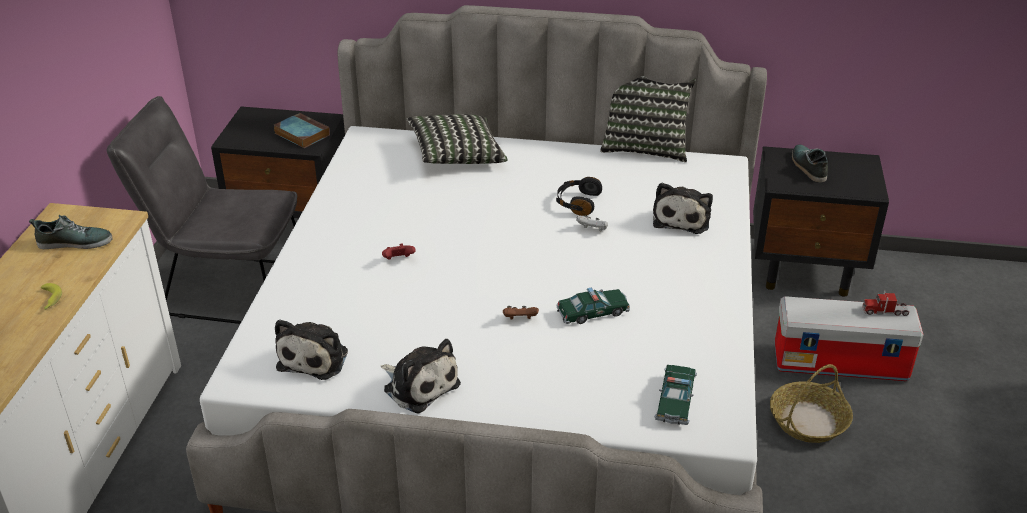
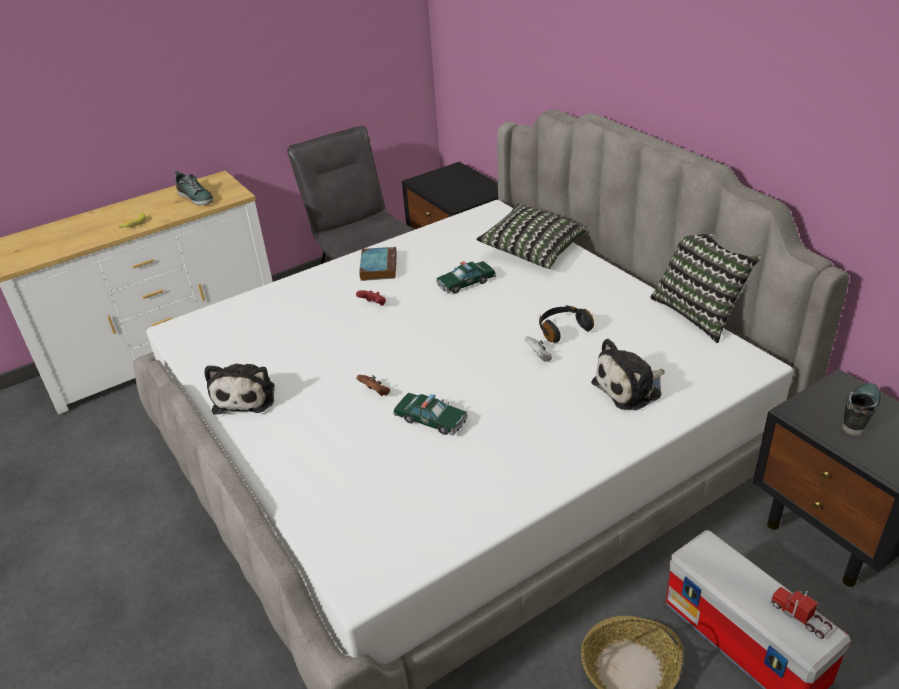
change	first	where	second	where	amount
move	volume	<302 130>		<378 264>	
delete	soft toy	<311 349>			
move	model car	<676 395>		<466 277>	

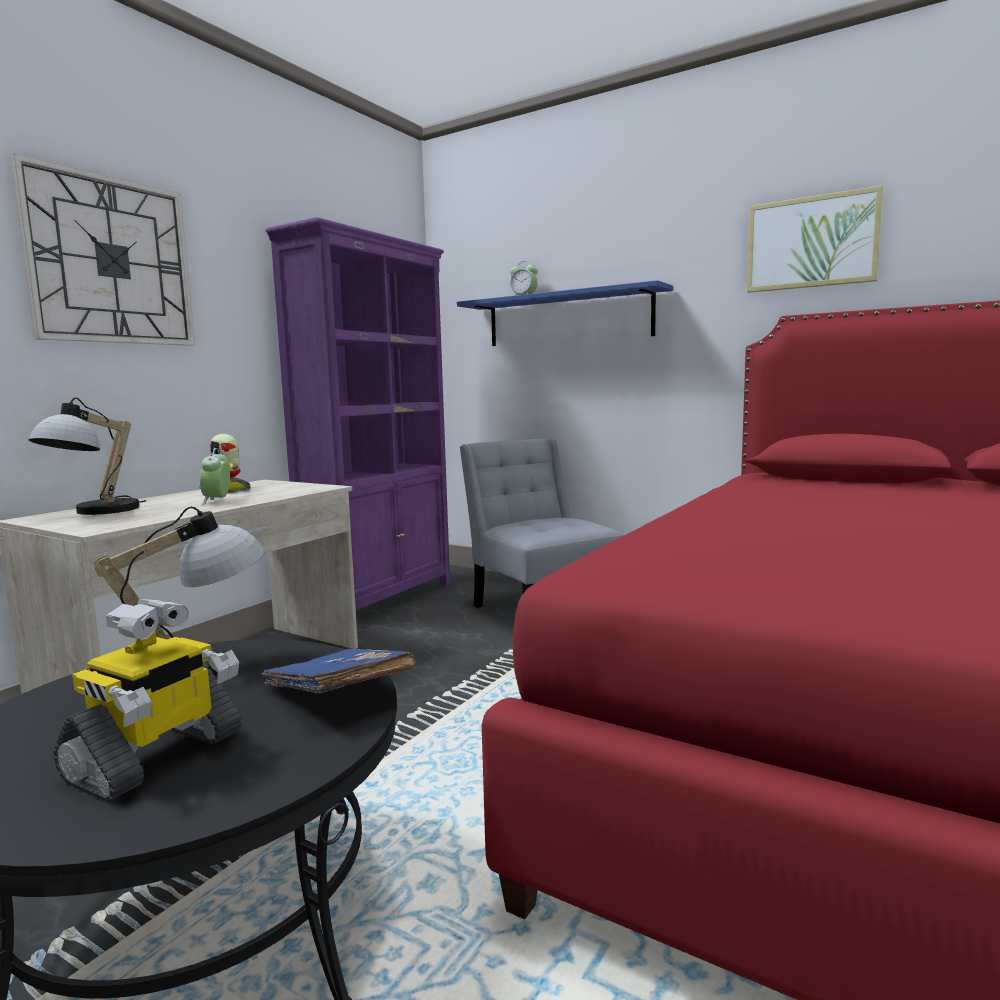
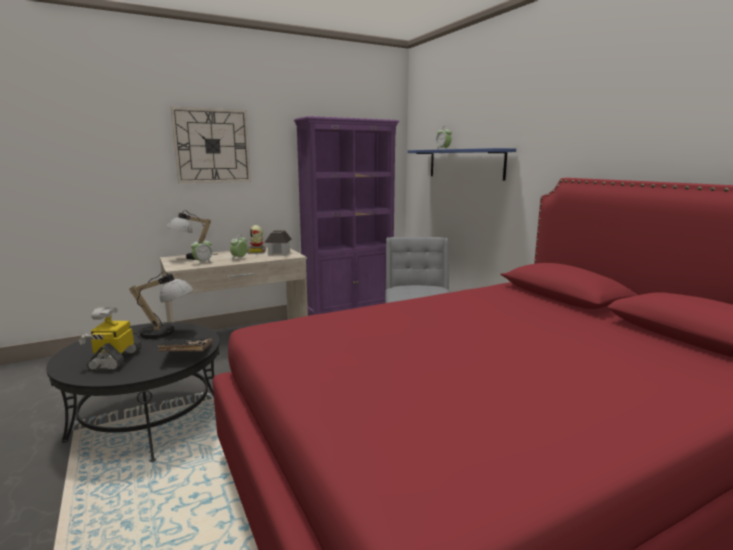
change	first	where	second	where	amount
rotate	model robot	<148 700>		<110 339>	120 degrees clockwise
recolor	volume (bluish)	<338 671>	volume (black-coloured)	<185 345>	
delete	picture	<815 239>			
insert			alarm clock	<201 251>	
insert			toy house	<277 243>	

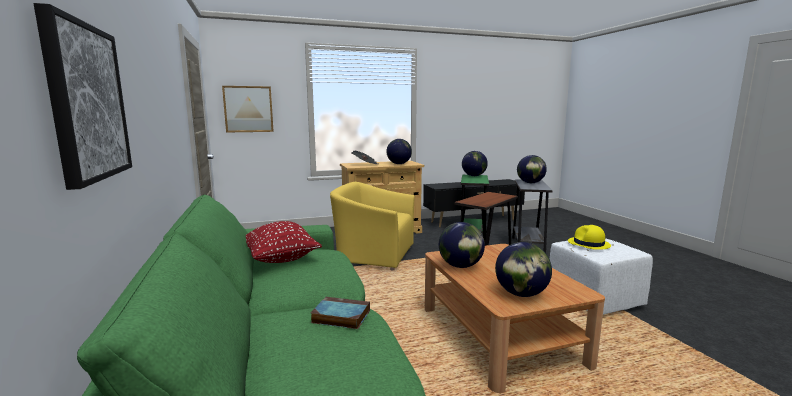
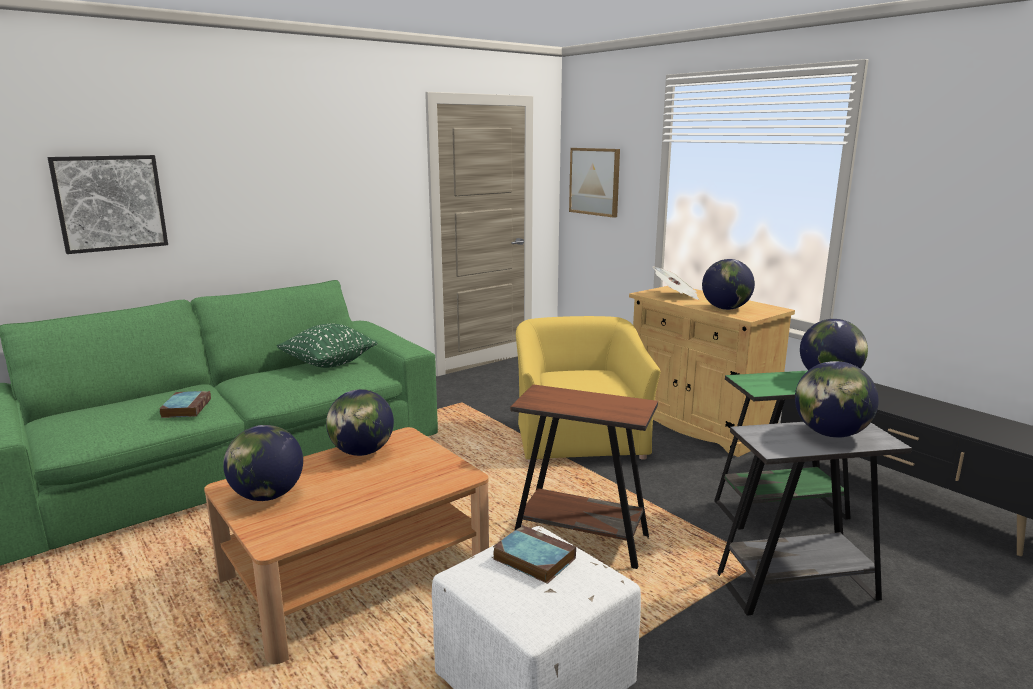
change	first	where	second	where	amount
recolor	throw pillow (red)	<284 242>	throw pillow (greenish)	<327 346>	
replace	clothing hat (yellowish)	<589 237>	volume	<534 554>	

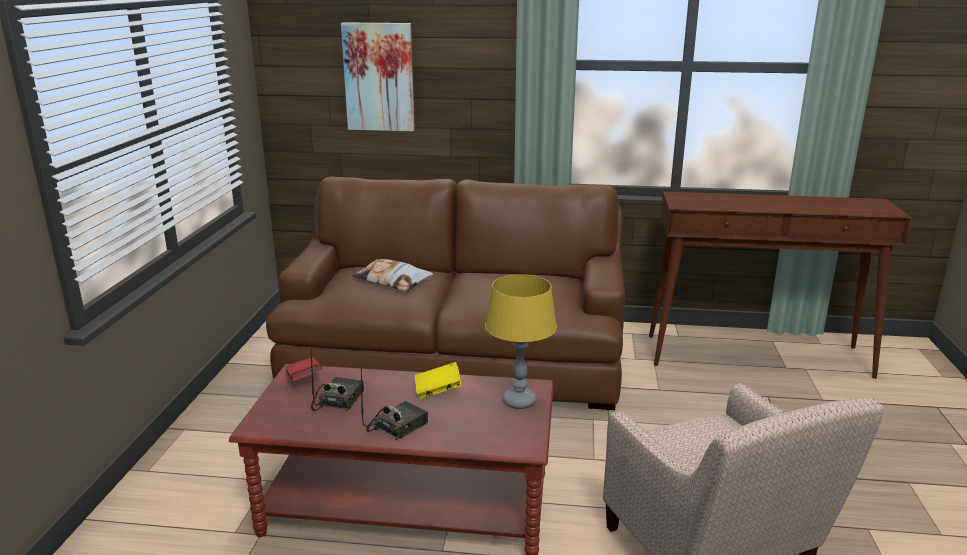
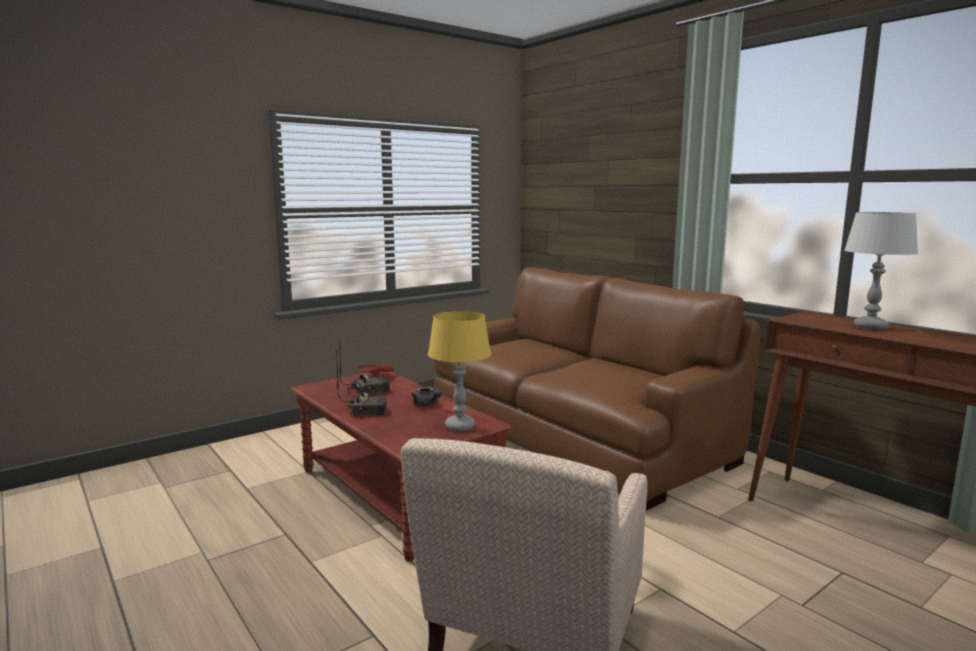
change	first	where	second	where	amount
delete	picture	<378 77>			
delete	throw pillow	<392 275>			
replace	volume (yellowish)	<438 380>	teapot (grey)	<426 396>	
insert			table lamp (grey)	<881 271>	

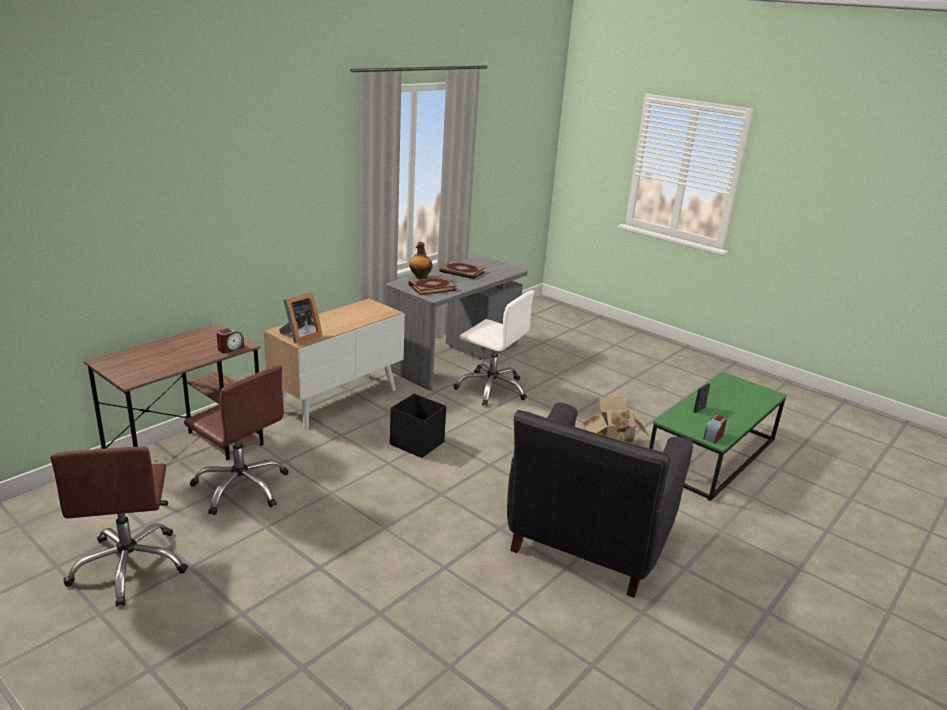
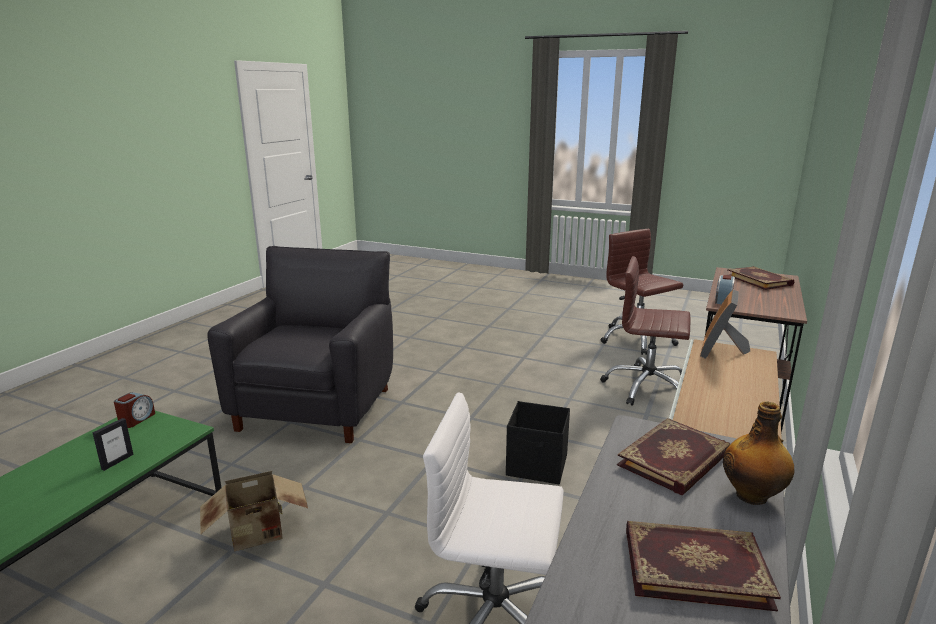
change	first	where	second	where	amount
insert			volume	<760 278>	

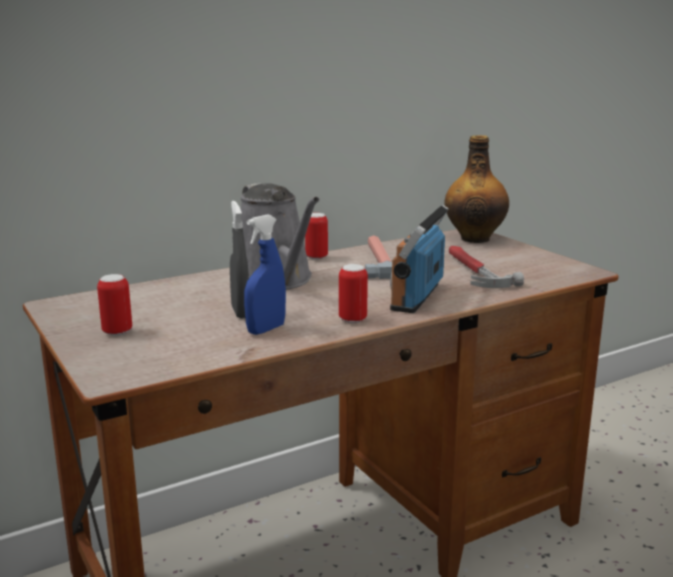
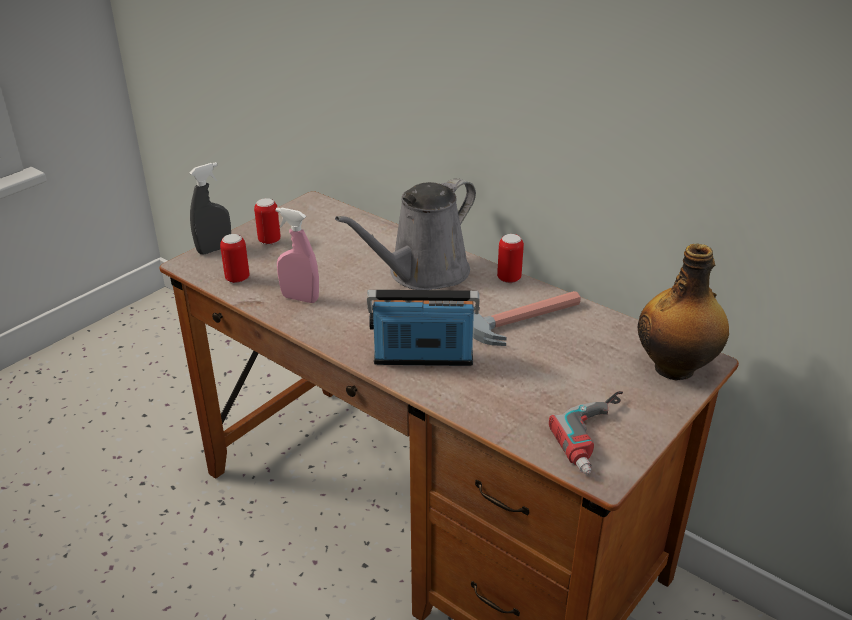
change	first	where	second	where	amount
move	hand sprayer (grey)	<239 260>		<210 208>	
recolor	hand sprayer (bluish)	<265 274>	hand sprayer (pinkish)	<297 255>	
move	metal can	<353 293>		<235 258>	
delete	hammer	<486 267>			
insert			electric drill	<586 433>	

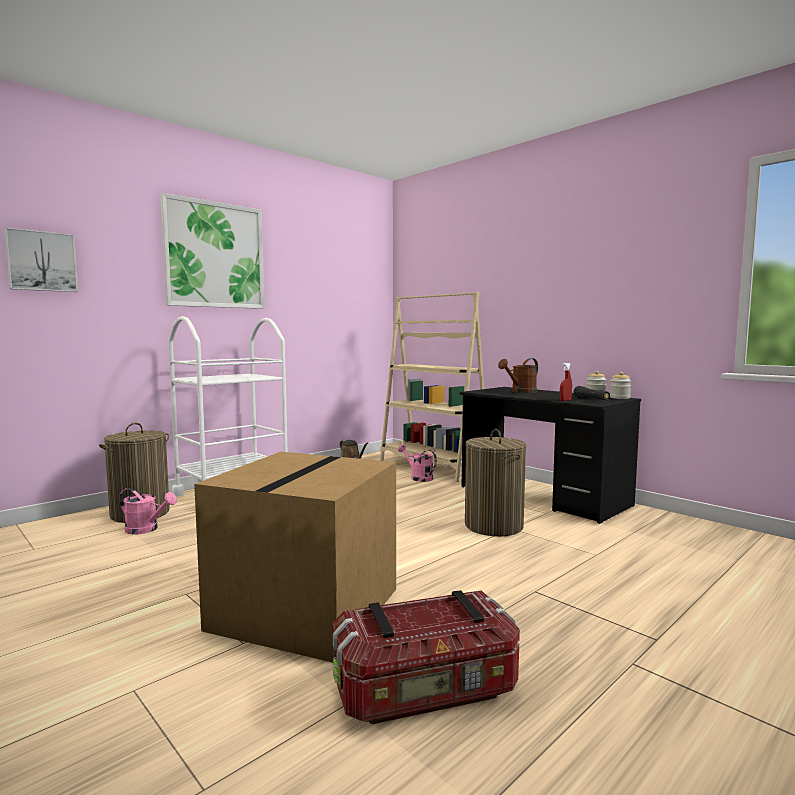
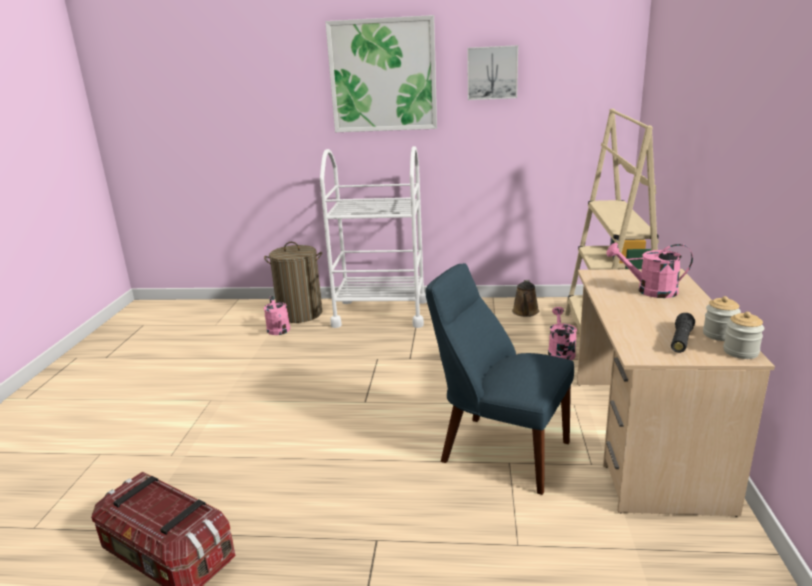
change	first	where	second	where	amount
move	picture	<41 259>		<492 72>	
delete	carton	<295 557>			
recolor	desk (black-coloured)	<550 455>	desk (beige-coloured)	<676 393>	
replace	washing basket	<495 482>	chair (bluish)	<499 379>	
recolor	watering can (brown-coloured)	<518 375>	watering can (pinkish)	<649 270>	
delete	hand sprayer (red)	<566 382>			

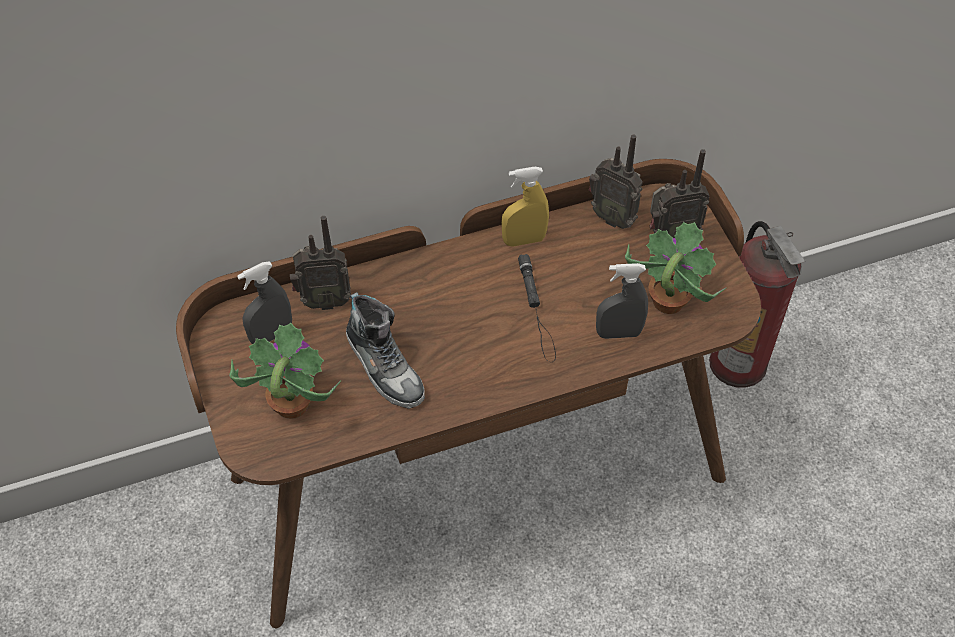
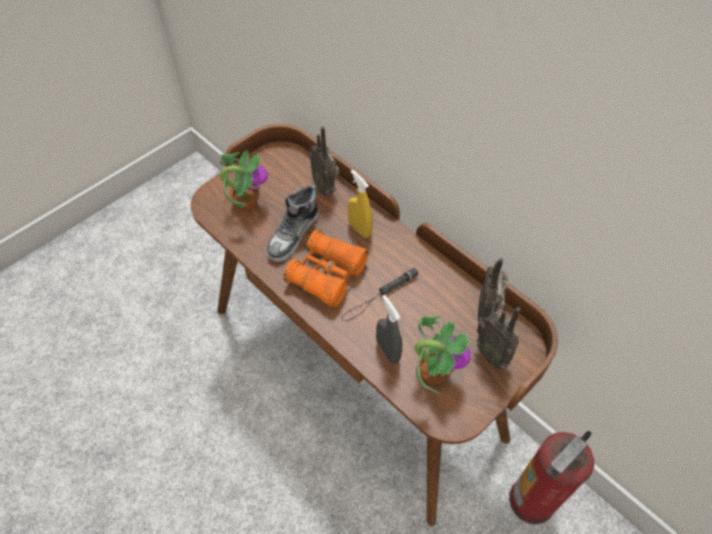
change	first	where	second	where	amount
delete	hand sprayer (grey)	<264 302>			
move	hand sprayer (yellowish)	<525 207>		<360 204>	
insert			field glasses (orange)	<325 268>	

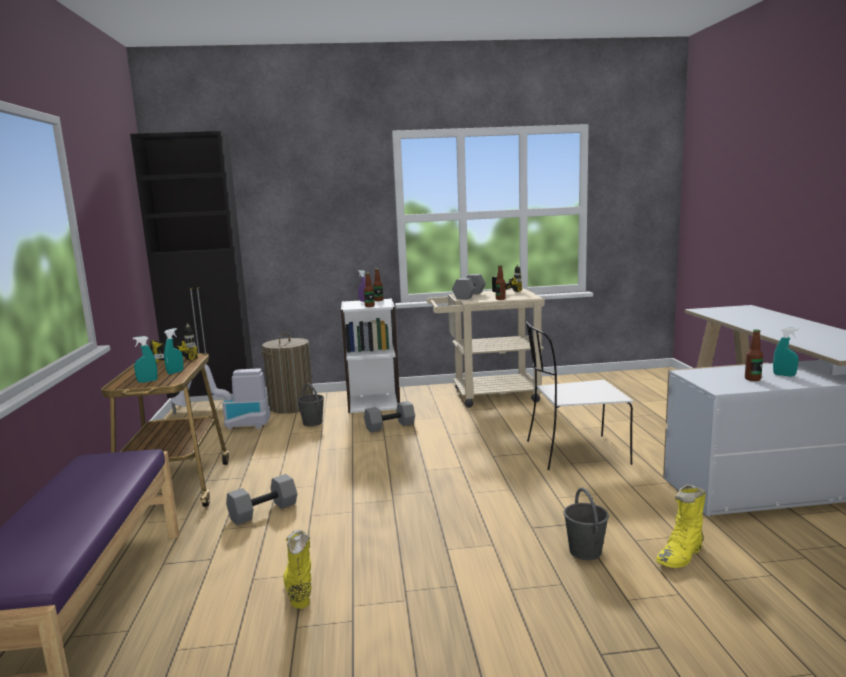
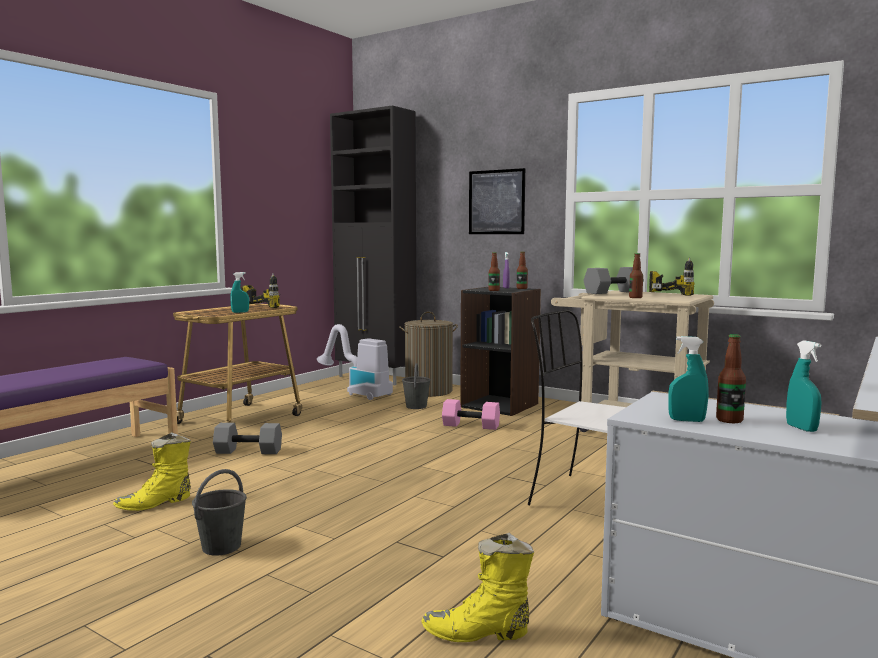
change	first	where	second	where	amount
move	hand sprayer (turquoise)	<145 359>		<688 379>	
rotate	boot (yellowish)	<297 569>		<152 471>	150 degrees counterclockwise
recolor	shelving unit (white-coloured)	<370 355>	shelving unit (black-coloured)	<500 351>	
recolor	free weight (grey)	<389 416>	free weight (pinkish)	<471 414>	
move	bucket (grey)	<586 523>		<219 512>	
insert			picture	<497 201>	

